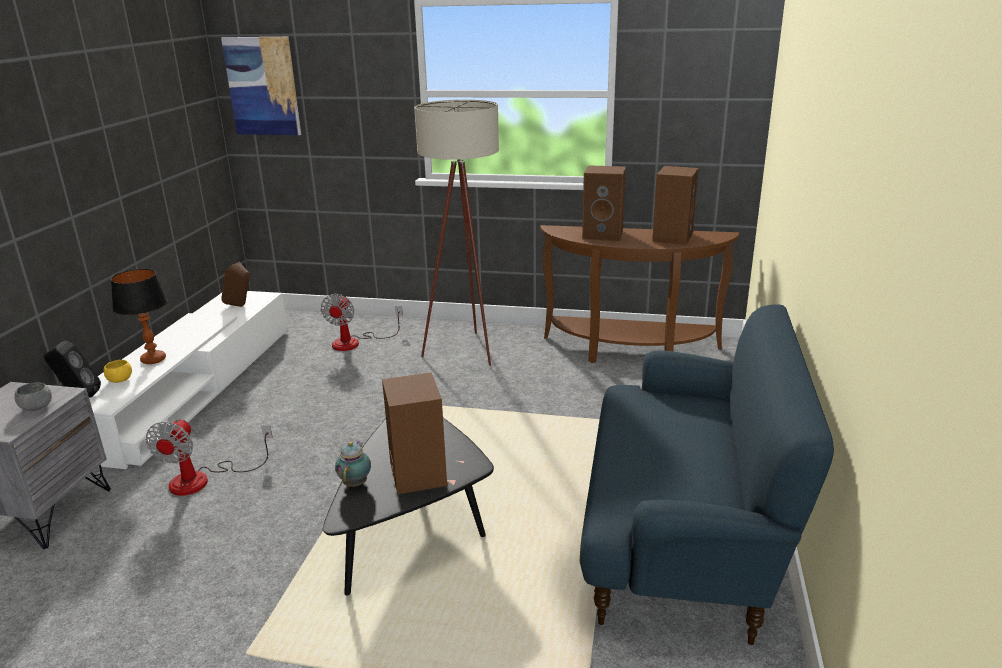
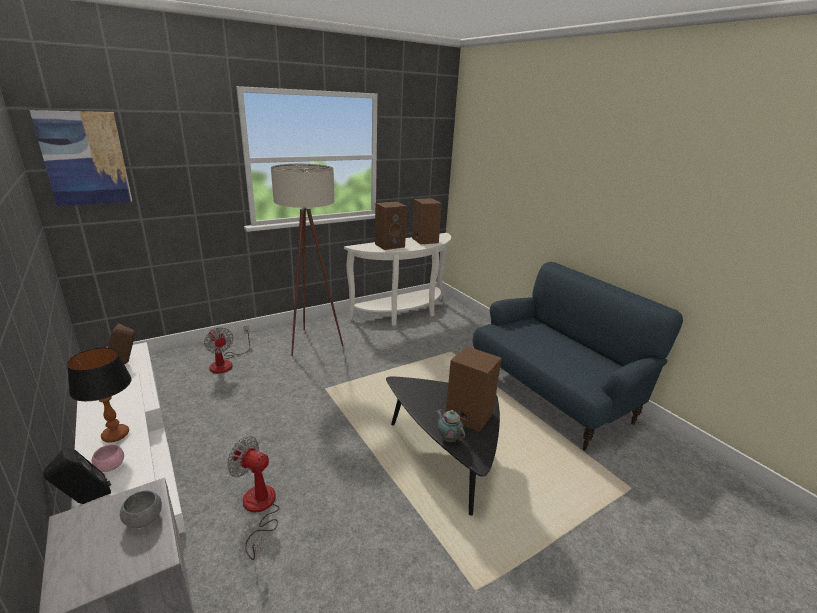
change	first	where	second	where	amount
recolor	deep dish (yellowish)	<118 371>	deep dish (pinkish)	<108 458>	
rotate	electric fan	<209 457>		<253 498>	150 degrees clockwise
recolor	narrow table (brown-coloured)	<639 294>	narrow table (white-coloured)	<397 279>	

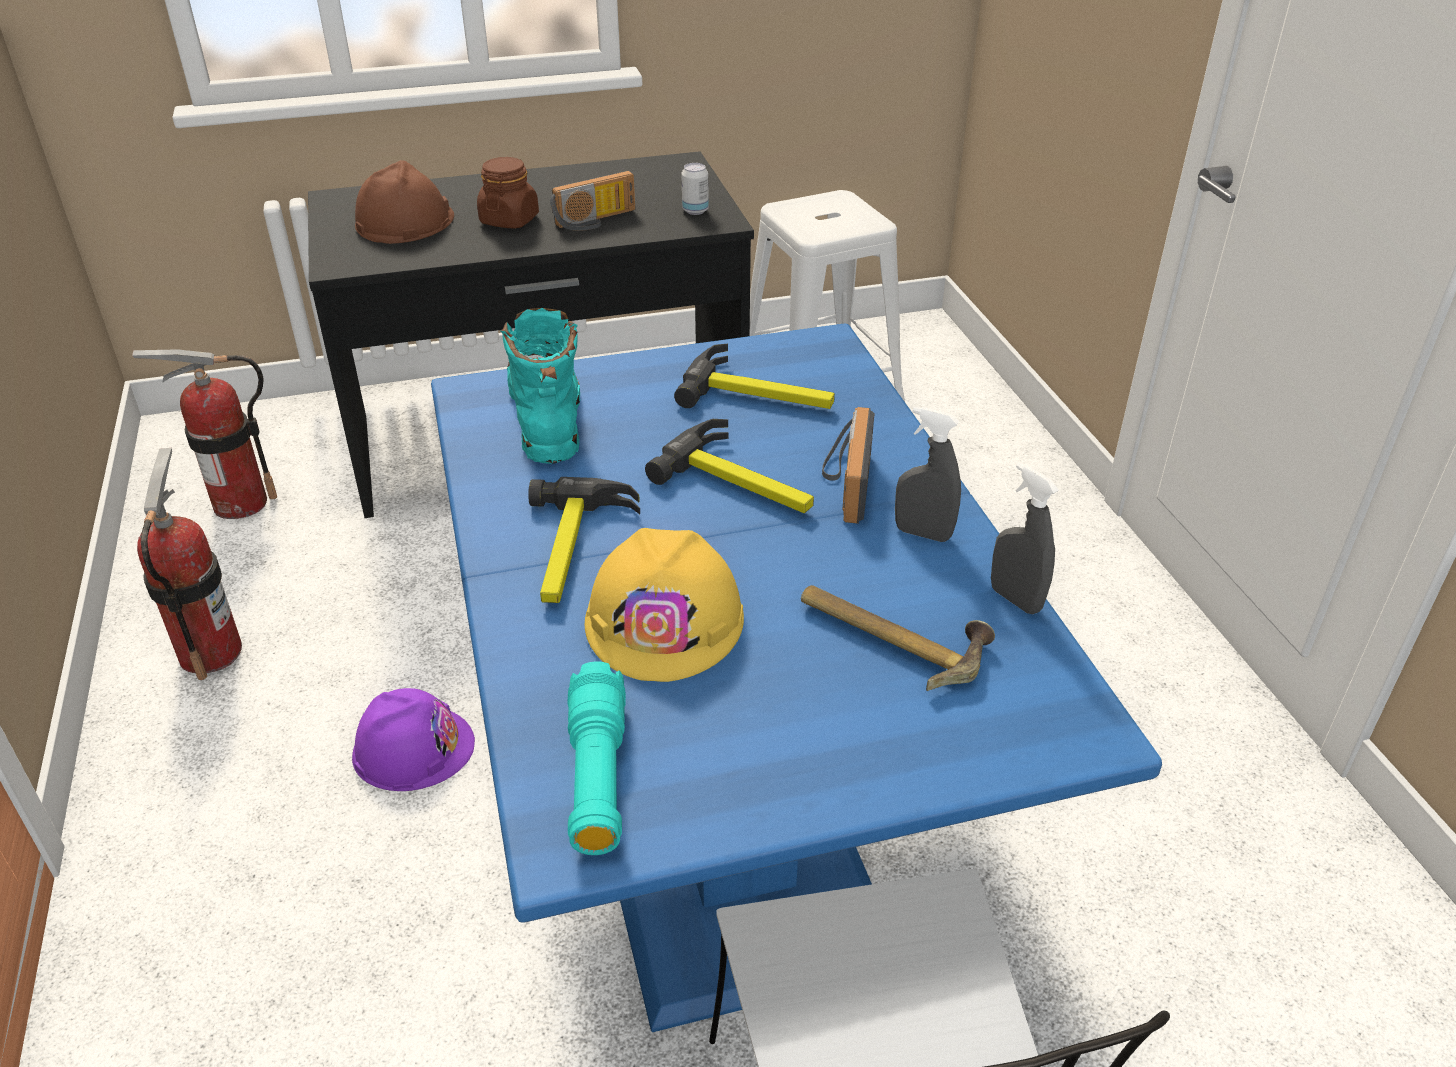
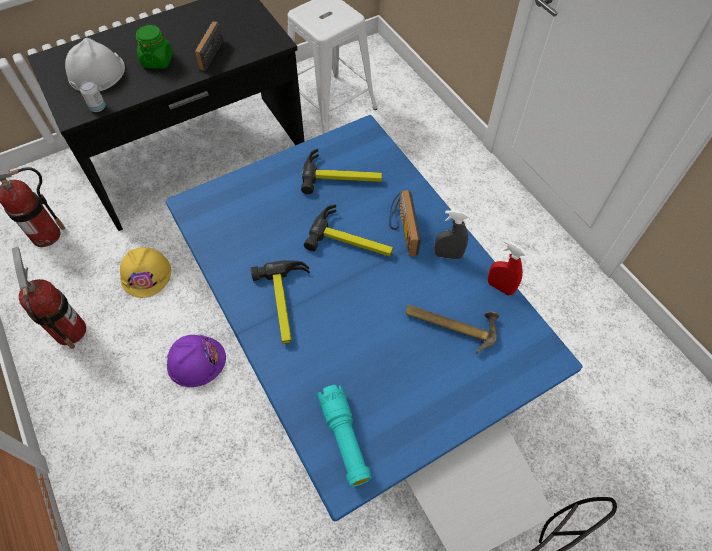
change	first	where	second	where	amount
recolor	work helmet (brown-coloured)	<404 202>	work helmet (white-coloured)	<95 64>	
recolor	jar (brown-coloured)	<508 193>	jar (greenish)	<154 47>	
delete	boot (turquoise)	<540 386>			
rotate	radio receiver	<592 201>		<209 46>	150 degrees clockwise
move	work helmet (yellowish)	<664 605>		<145 272>	
move	metal can	<695 189>		<93 96>	
recolor	hand sprayer (grey)	<1025 538>	hand sprayer (red)	<507 268>	

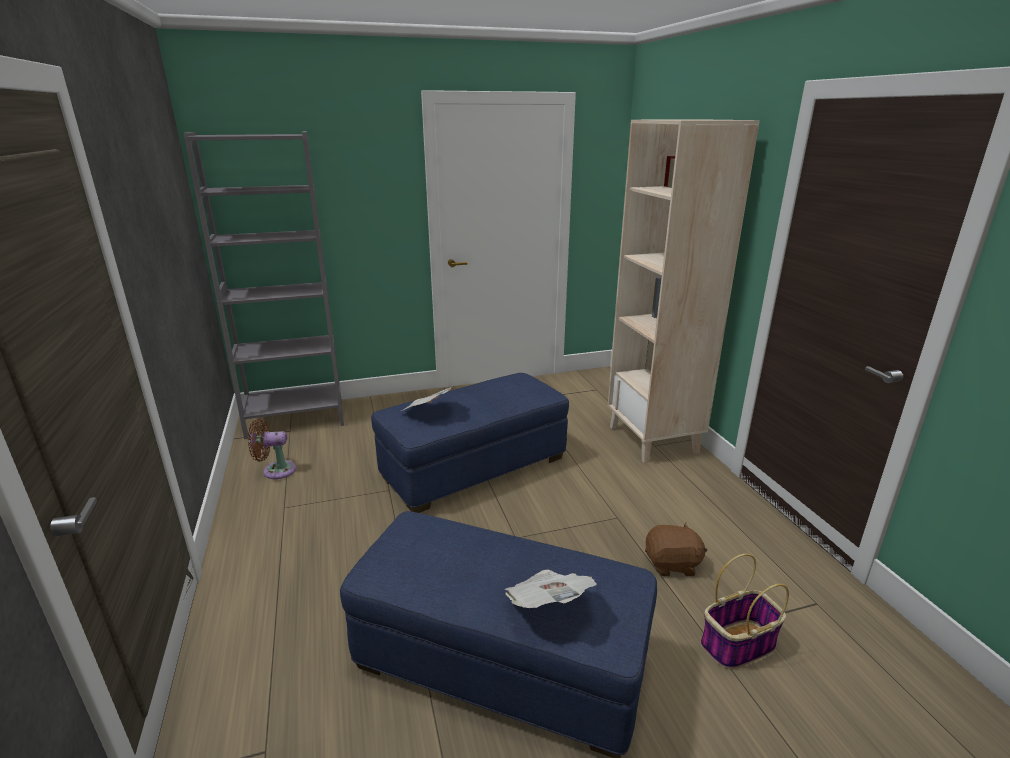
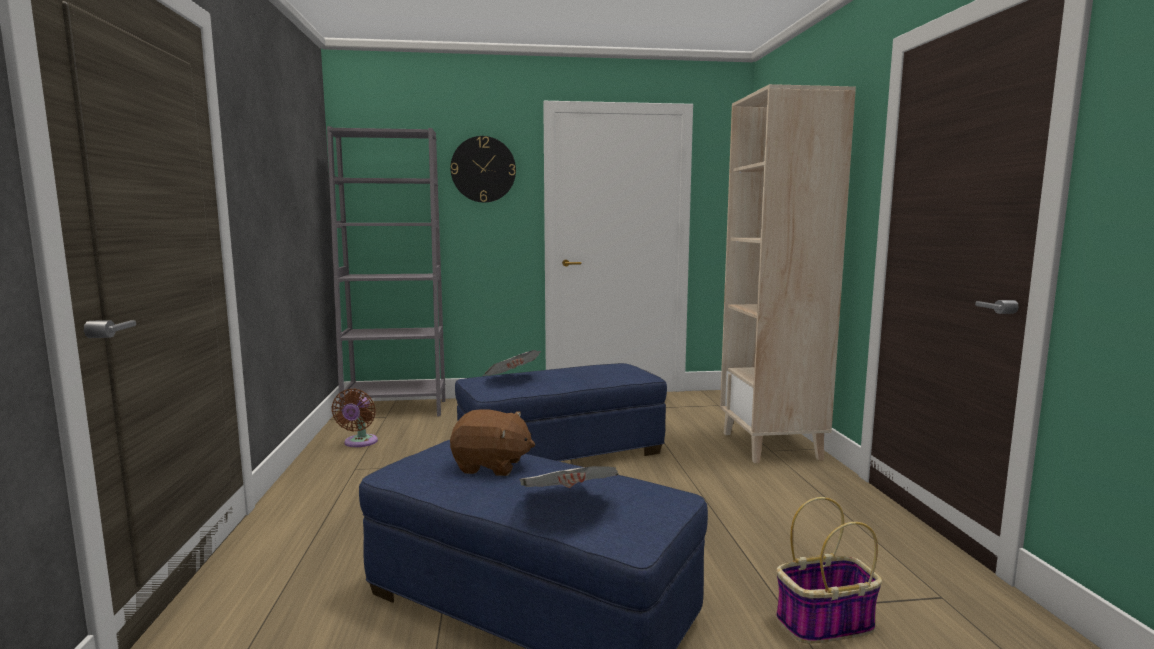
change	first	where	second	where	amount
rotate	electric fan (brown-coloured)	<272 449>		<354 417>	90 degrees counterclockwise
move	soft toy (brown-coloured)	<676 549>		<492 442>	
insert			clock on the wall	<483 169>	

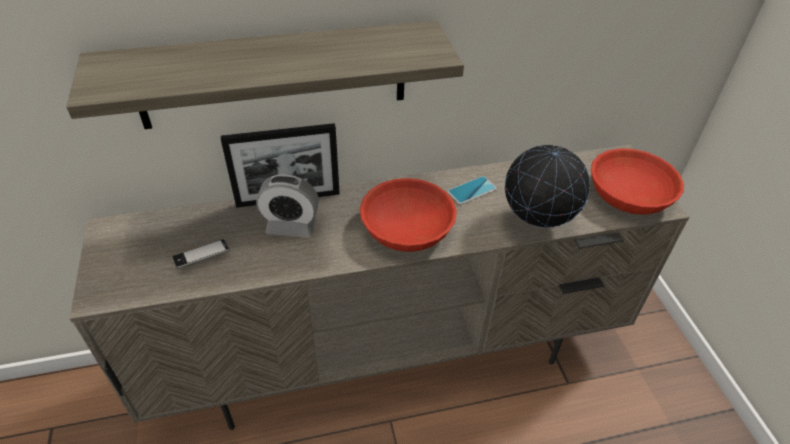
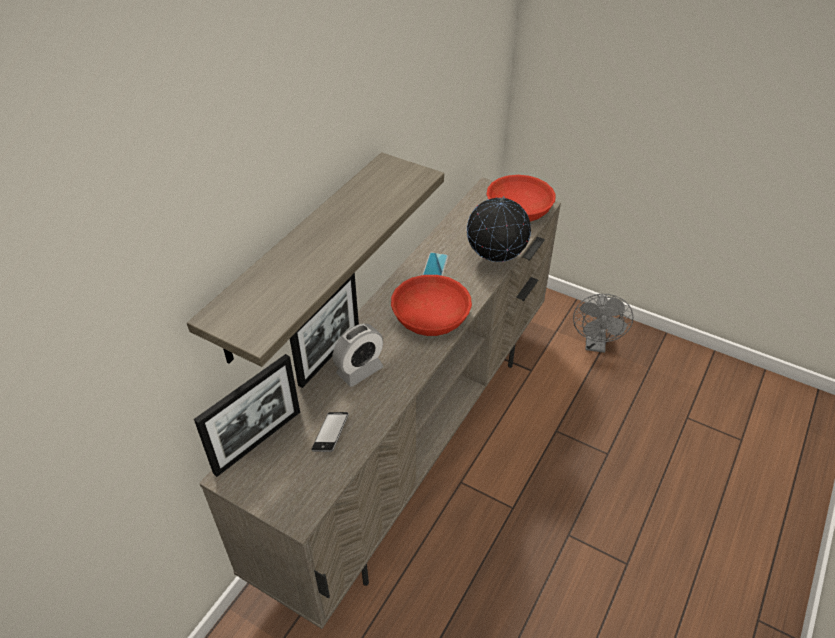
change	first	where	second	where	amount
insert			standing frame	<247 415>	
insert			electric fan (grey)	<603 323>	

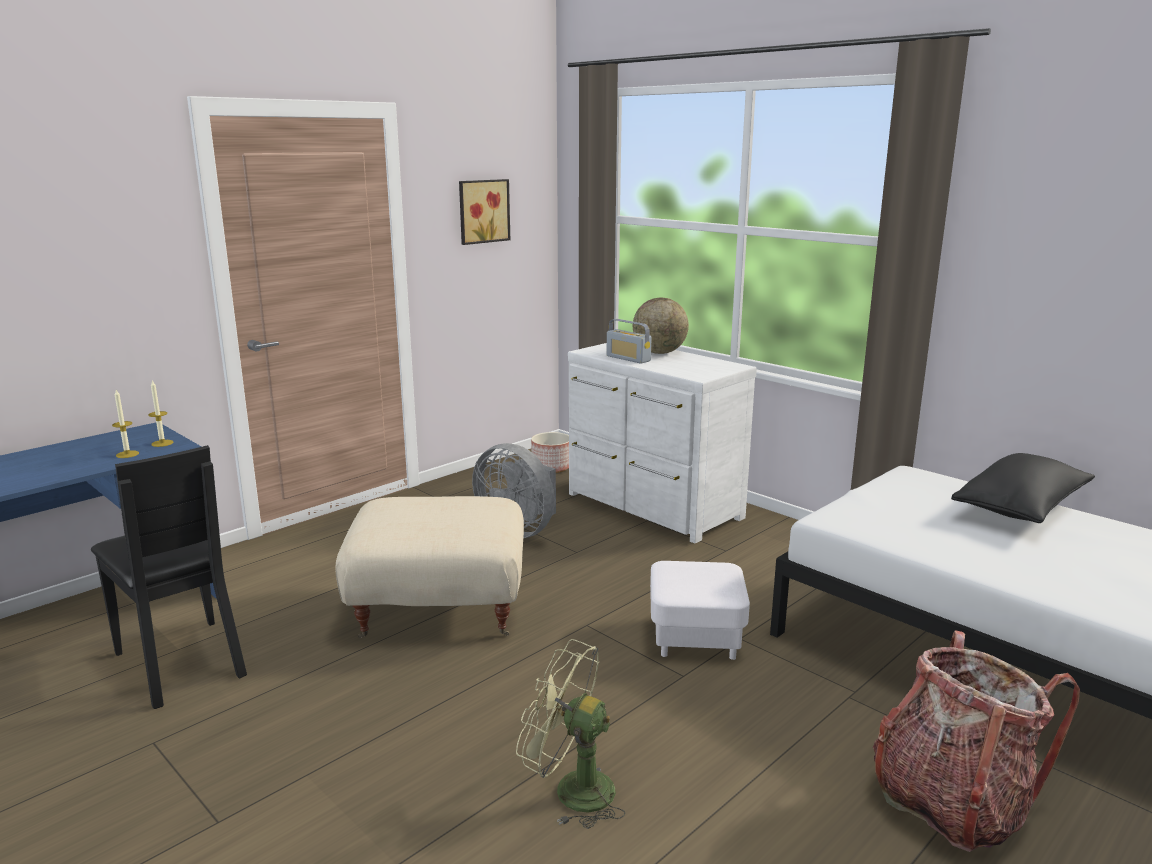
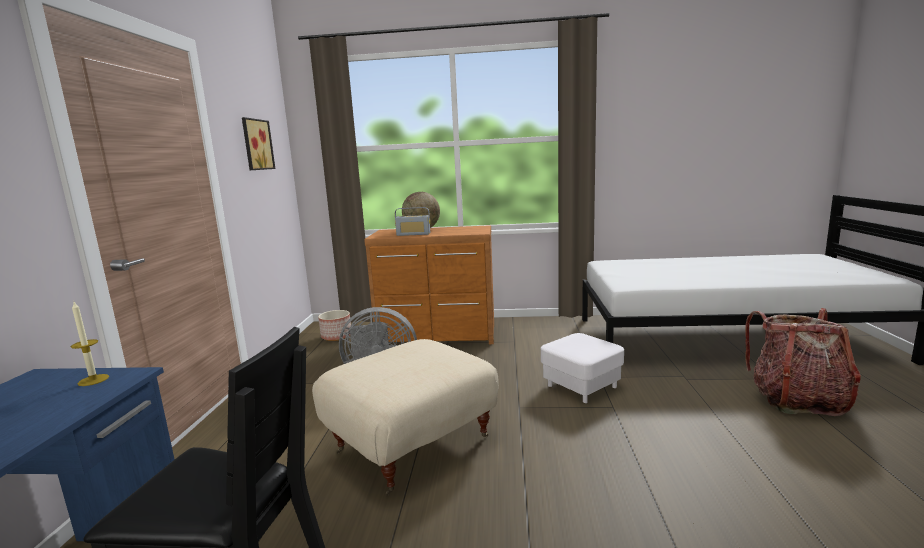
change	first	where	second	where	amount
delete	wax candle	<125 424>			
delete	electric fan (greenish)	<571 734>			
recolor	chest of drawers (white-coloured)	<662 443>	chest of drawers (brown-coloured)	<429 284>	
delete	throw pillow (black-coloured)	<1023 488>			

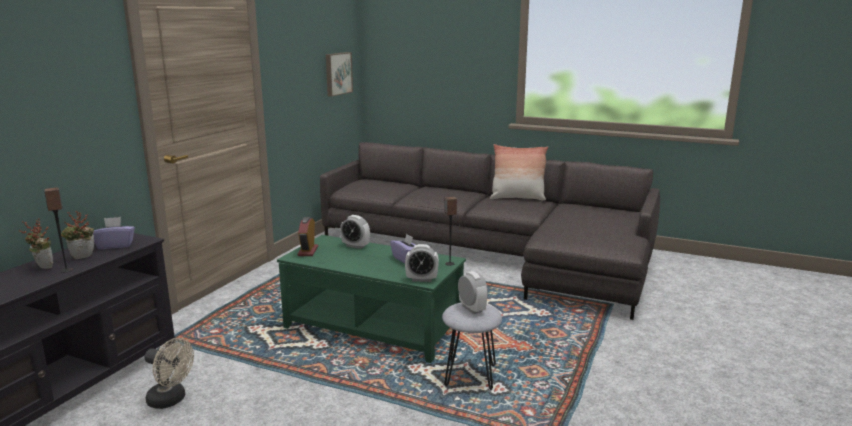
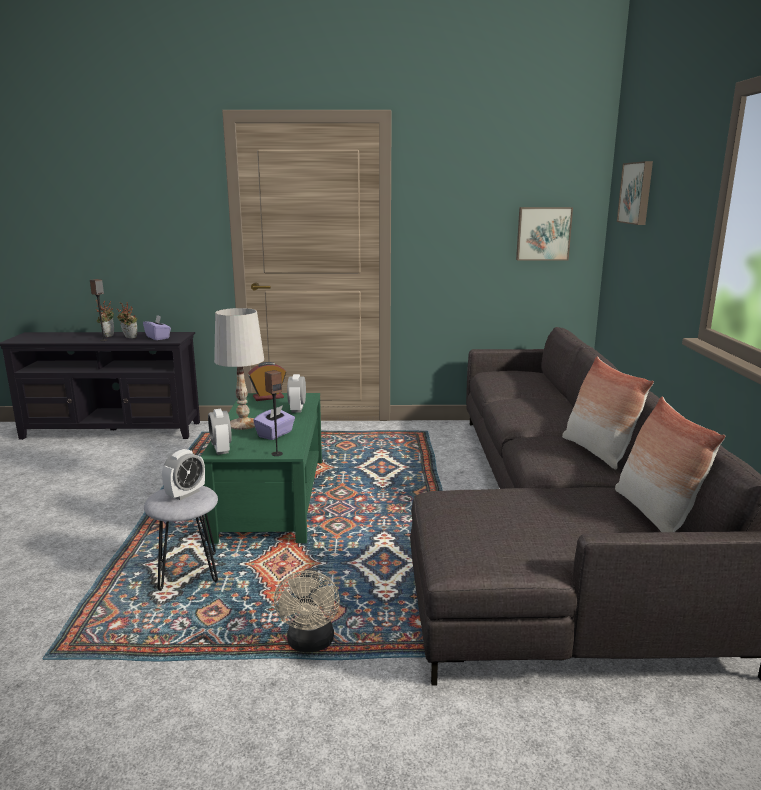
change	first	where	second	where	amount
move	electric fan (beige-coloured)	<169 373>		<307 610>	
insert			table lamp (white-coloured)	<239 369>	
insert			throw pillow	<670 464>	
insert			picture	<635 193>	

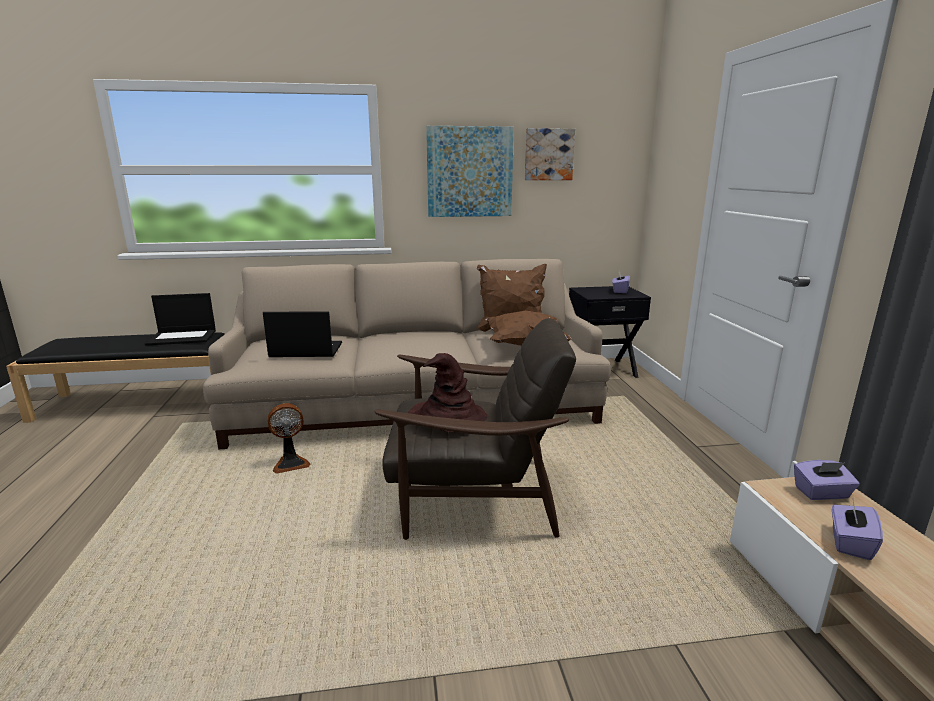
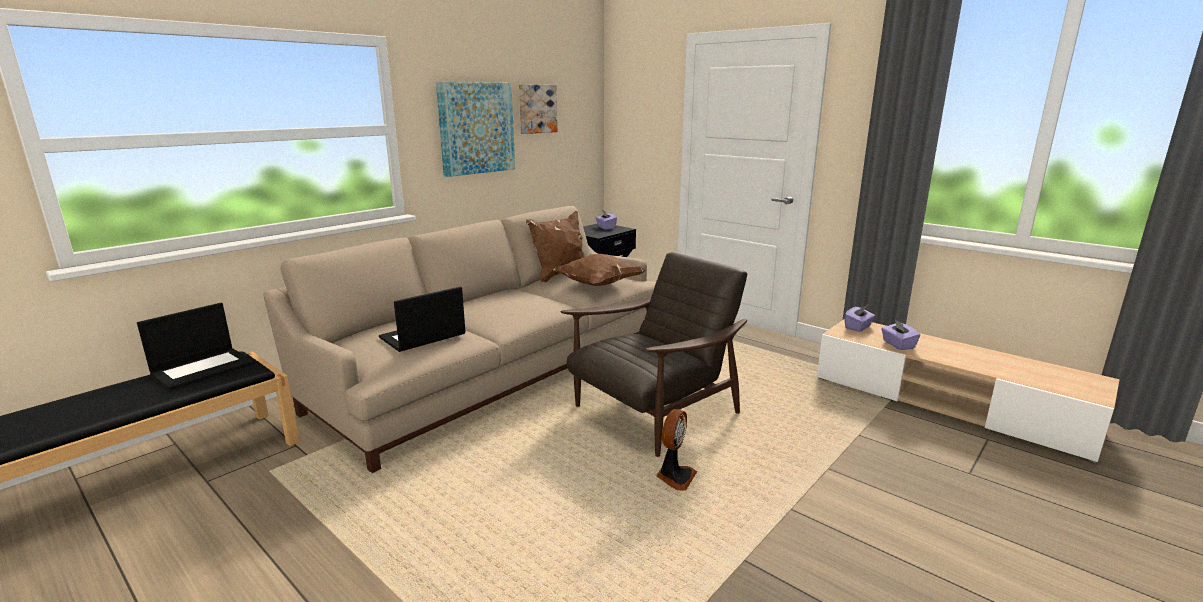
change	first	where	second	where	amount
move	electric fan	<289 438>		<676 450>	
delete	clothing hat (brown-coloured)	<448 393>			

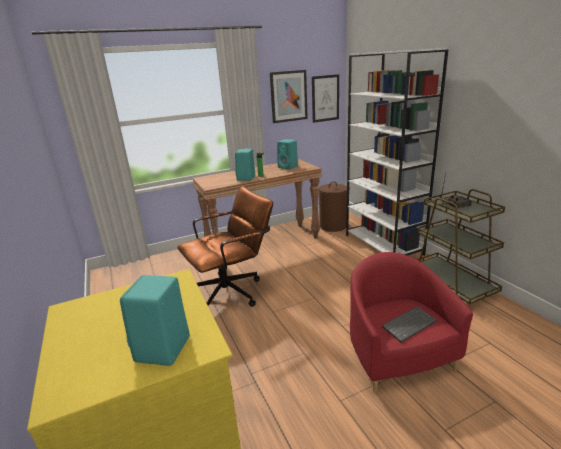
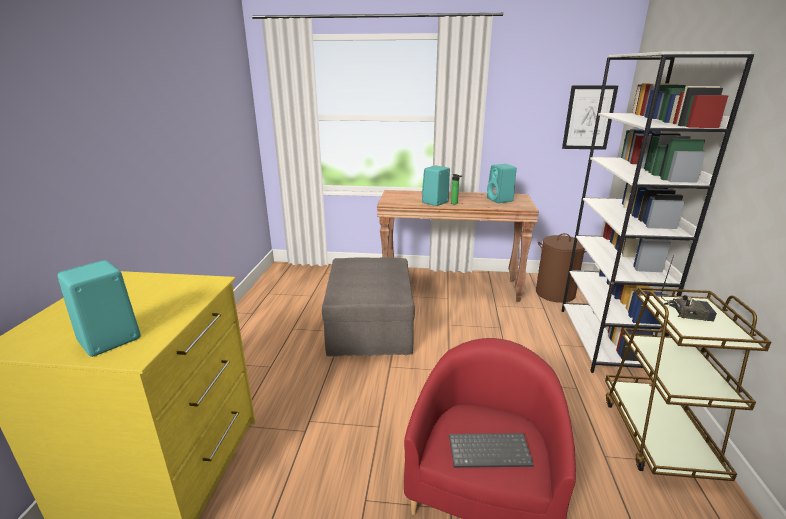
change	first	where	second	where	amount
replace	desk chair (brown-coloured)	<225 246>	footrest (grey)	<368 307>	
delete	picture	<289 96>			

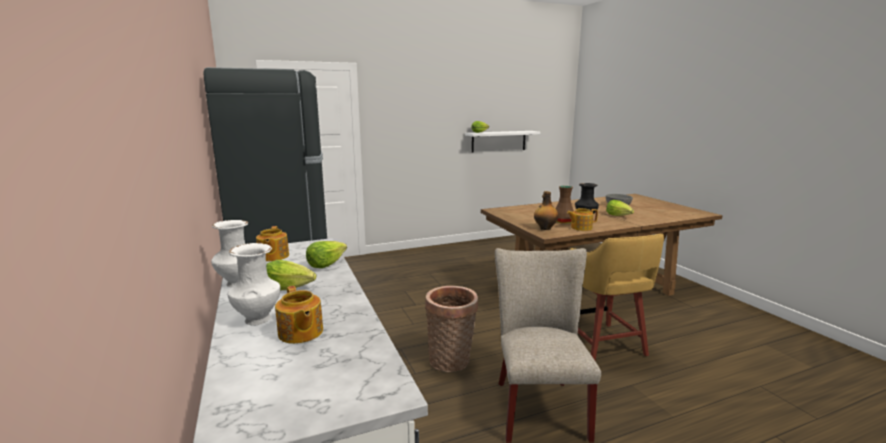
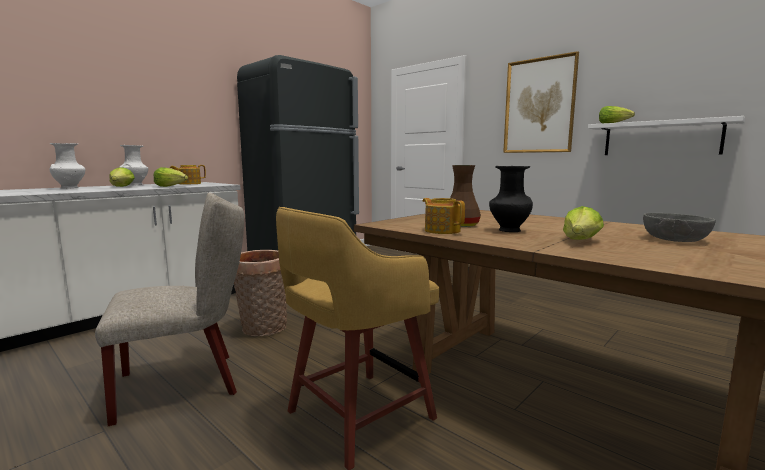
change	first	where	second	where	amount
delete	teapot	<299 315>			
delete	drink bottle	<546 210>			
insert			picture	<541 102>	

